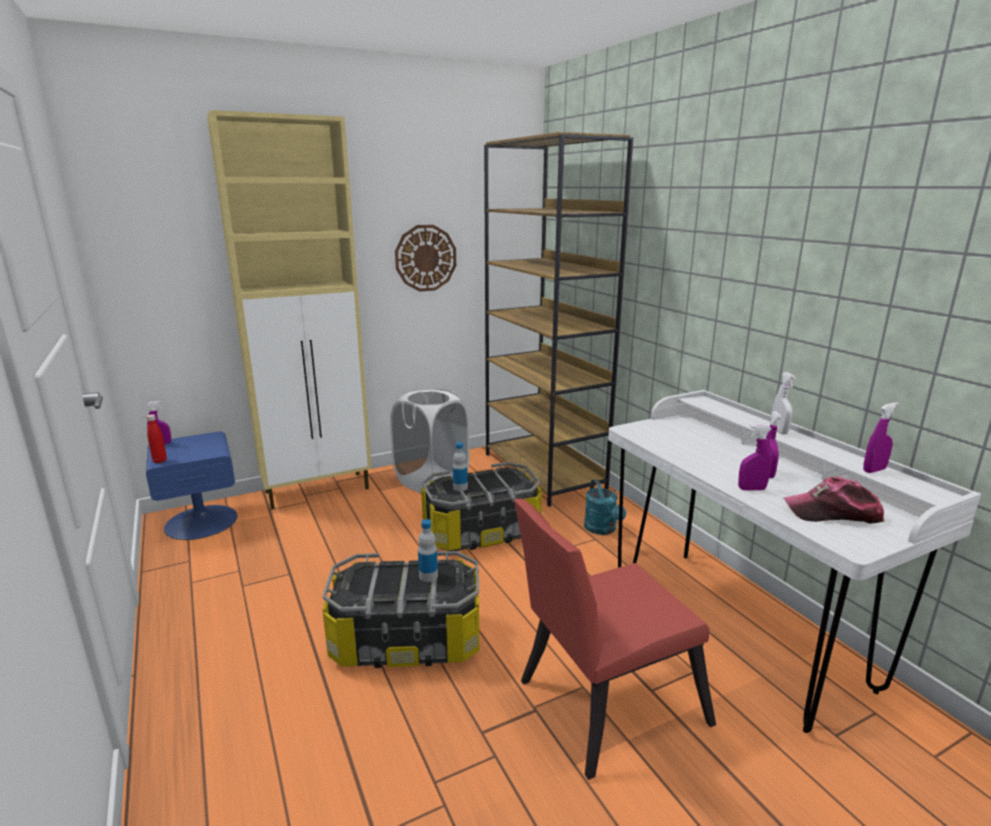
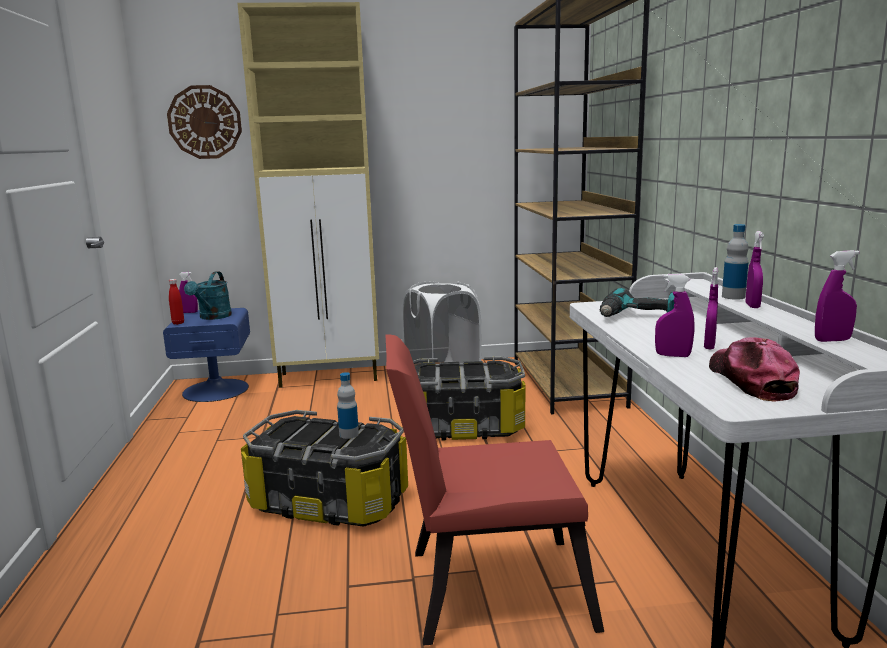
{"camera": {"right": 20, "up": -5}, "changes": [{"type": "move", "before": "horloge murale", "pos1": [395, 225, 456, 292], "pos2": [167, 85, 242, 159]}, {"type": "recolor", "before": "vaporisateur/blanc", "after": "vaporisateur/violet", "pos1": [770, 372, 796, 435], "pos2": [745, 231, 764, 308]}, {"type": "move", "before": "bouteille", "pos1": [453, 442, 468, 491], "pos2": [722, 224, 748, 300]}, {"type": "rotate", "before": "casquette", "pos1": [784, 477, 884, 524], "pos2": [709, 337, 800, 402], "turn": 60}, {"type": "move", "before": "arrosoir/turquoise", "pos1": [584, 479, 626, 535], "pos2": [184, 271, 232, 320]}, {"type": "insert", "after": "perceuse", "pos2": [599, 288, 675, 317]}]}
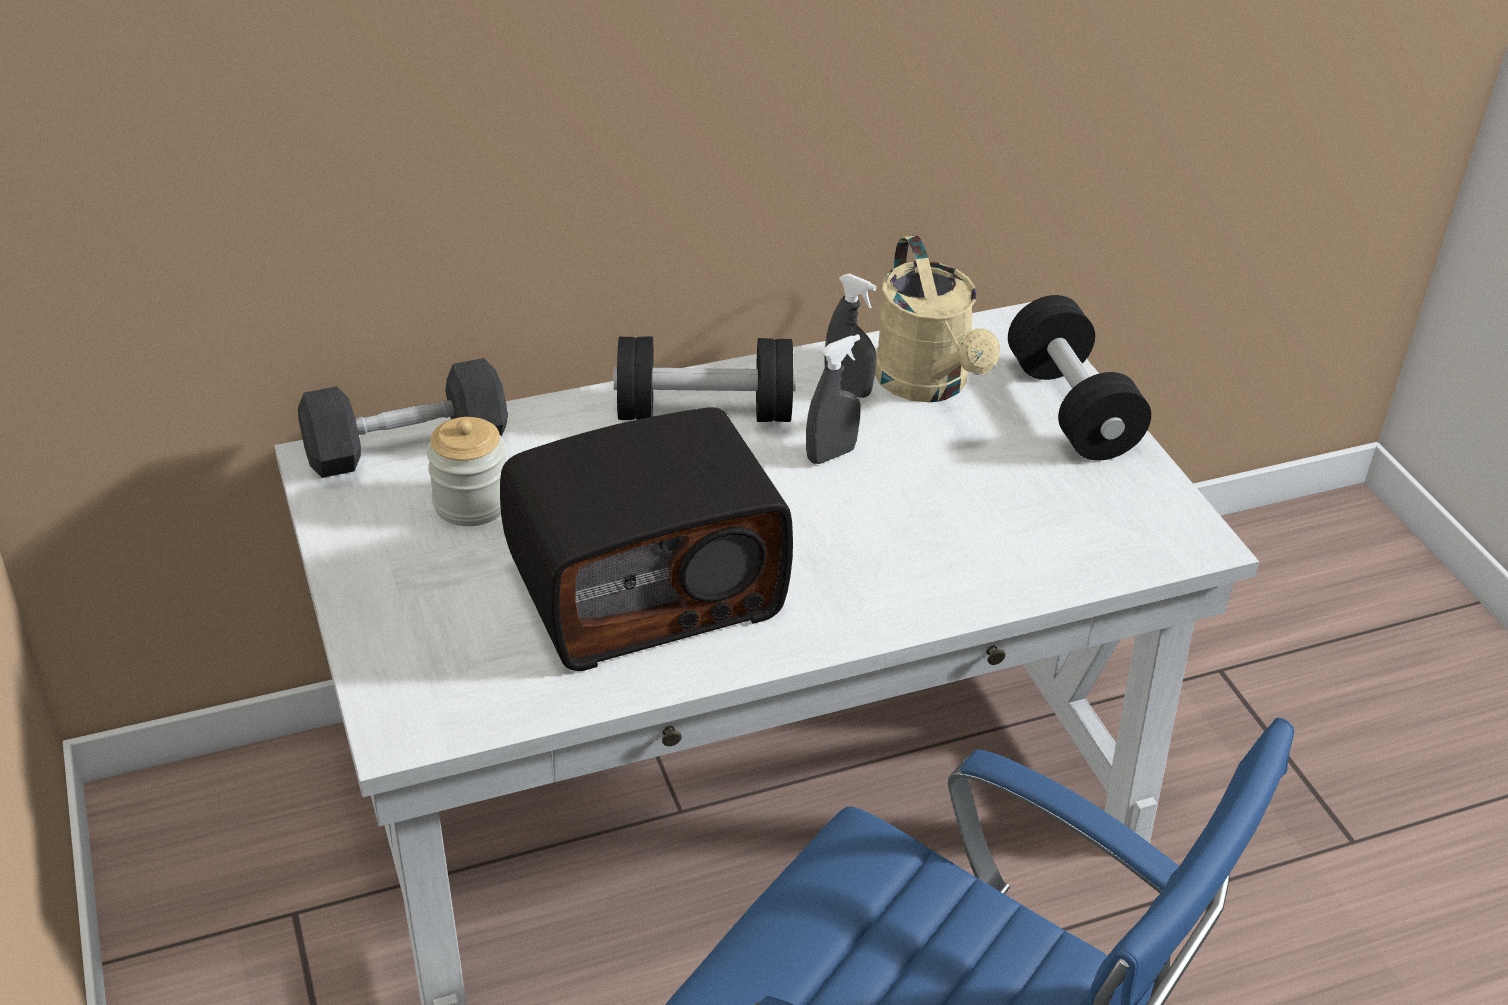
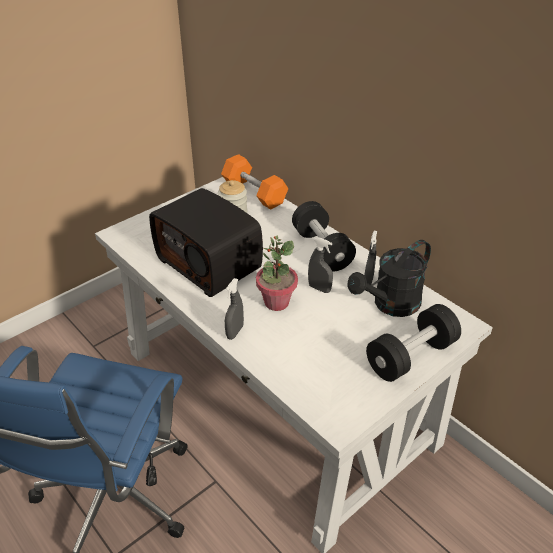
{"camera": {"right": 70, "up": 0}, "changes": [{"type": "recolor", "before": "arrosoir/beige", "after": "arrosoir/noir", "pos1": [875, 235, 1000, 402], "pos2": [347, 240, 431, 317]}, {"type": "recolor", "before": "haltère/gris", "after": "haltère/orange", "pos1": [298, 358, 508, 478], "pos2": [221, 154, 288, 210]}, {"type": "insert", "after": "plante en pot", "pos2": [256, 235, 298, 311]}, {"type": "insert", "after": "vaporisateur/gris", "pos2": [225, 278, 244, 340]}]}
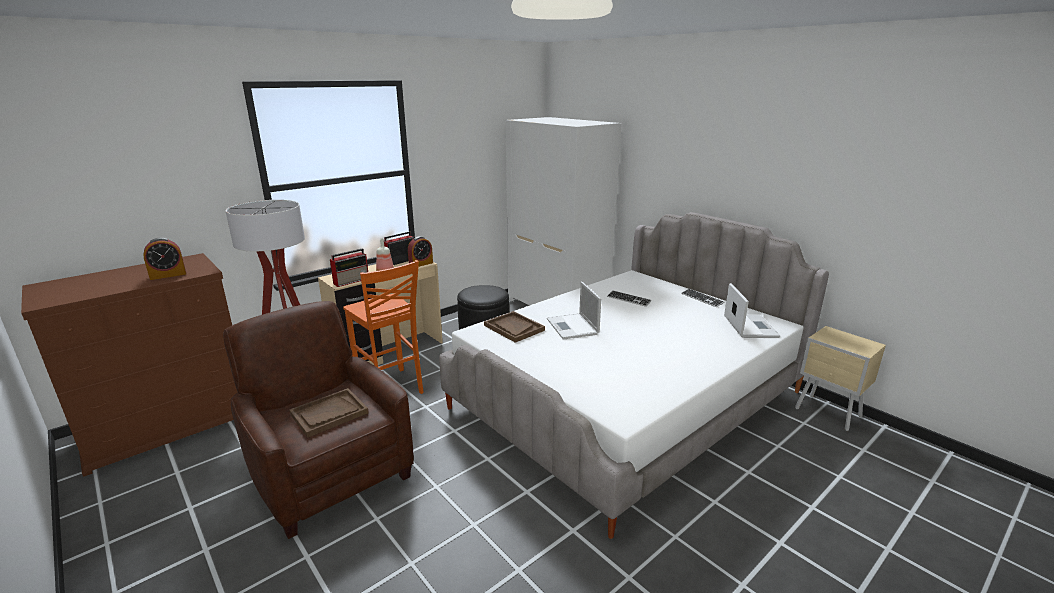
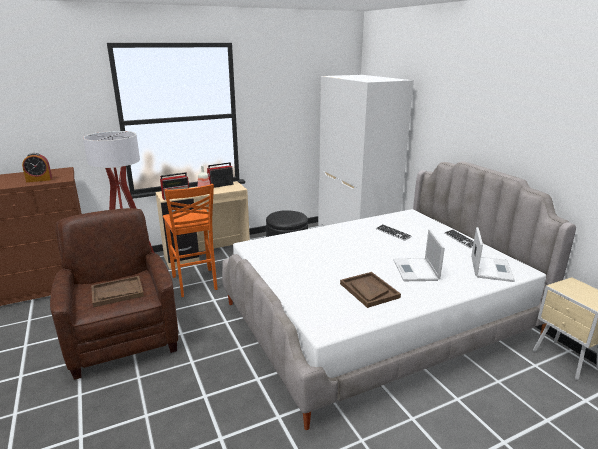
{"camera": {"right": 15, "up": 0}, "changes": [{"type": "delete", "before": "réveil", "pos1": [408, 236, 433, 267]}, {"type": "move", "before": "ordinateur portable", "pos1": [547, 282, 601, 340], "pos2": [393, 229, 445, 281]}, {"type": "move", "before": "plateau/marron", "pos1": [484, 311, 545, 343], "pos2": [340, 272, 401, 308]}]}
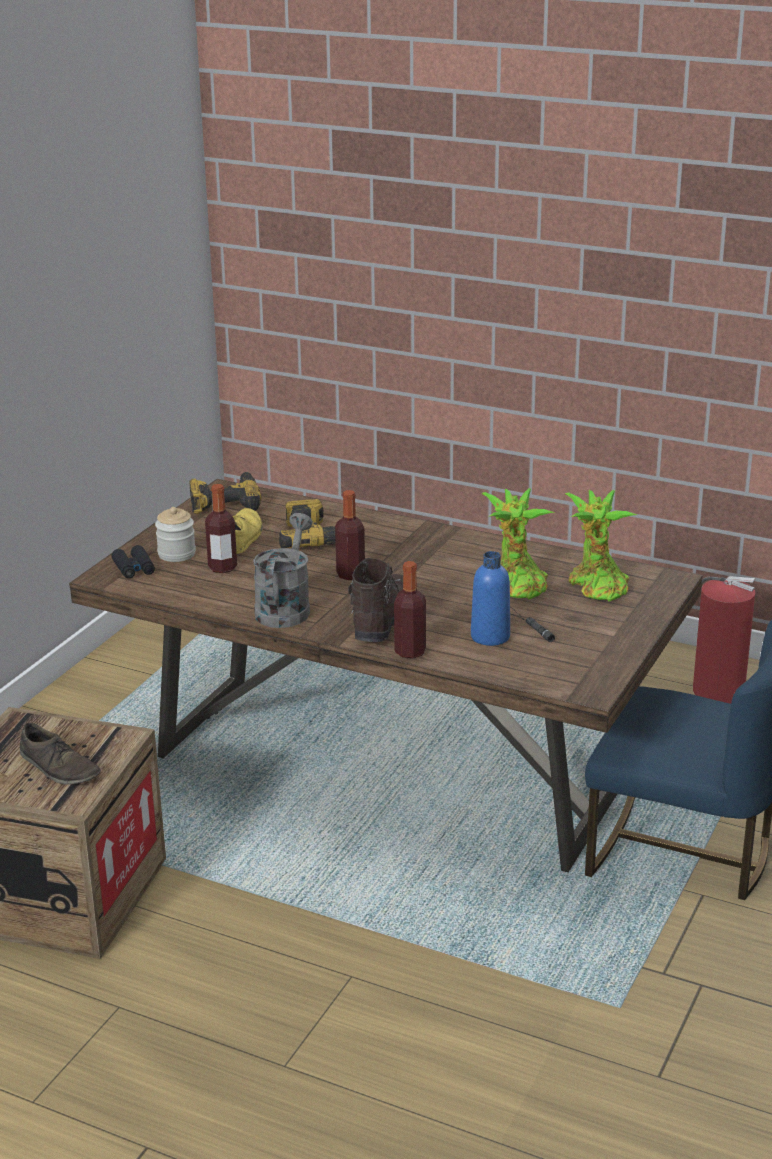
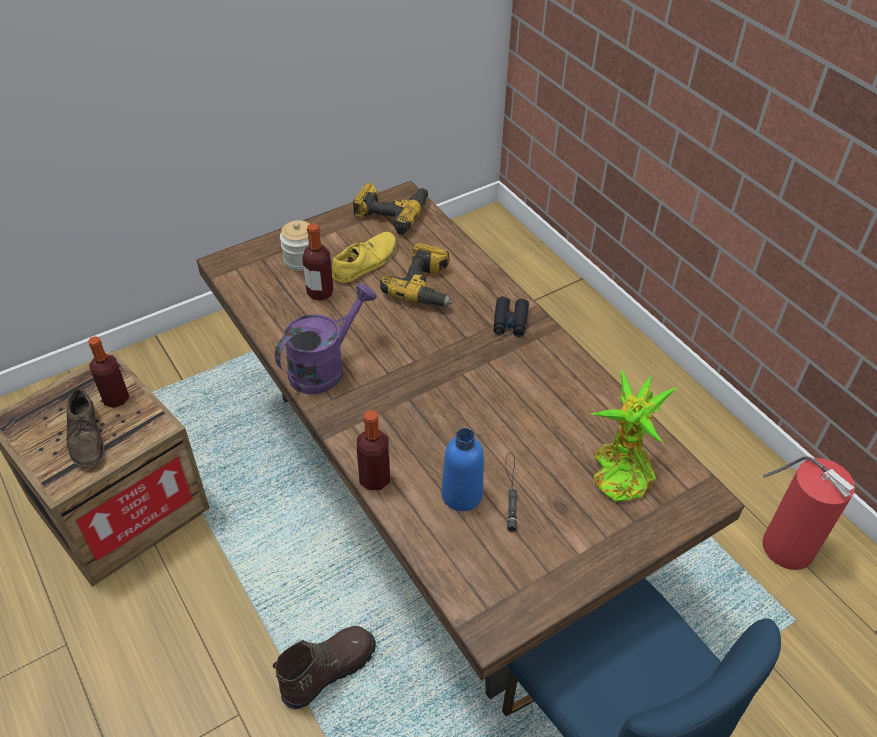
{"camera": {"right": 30, "up": 20}, "changes": [{"type": "delete", "before": "plante en pot", "pos1": [481, 488, 554, 600]}, {"type": "move", "before": "bouteille", "pos1": [335, 490, 365, 580], "pos2": [88, 336, 130, 408]}, {"type": "recolor", "before": "arrosoir/gris", "after": "arrosoir/violet", "pos1": [253, 513, 313, 628], "pos2": [275, 283, 377, 394]}, {"type": "move", "before": "jumelles/noir", "pos1": [111, 545, 155, 579], "pos2": [494, 297, 529, 337]}, {"type": "move", "before": "botte/marron", "pos1": [348, 558, 403, 642], "pos2": [273, 626, 376, 709]}]}
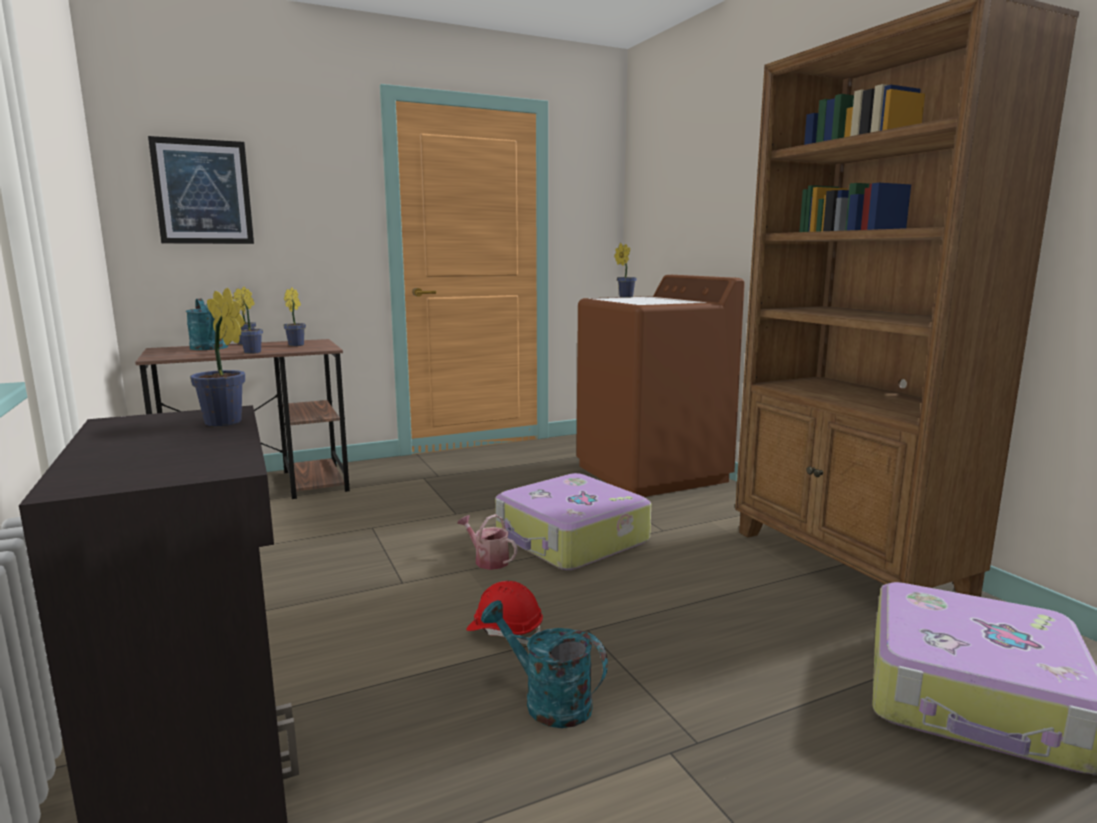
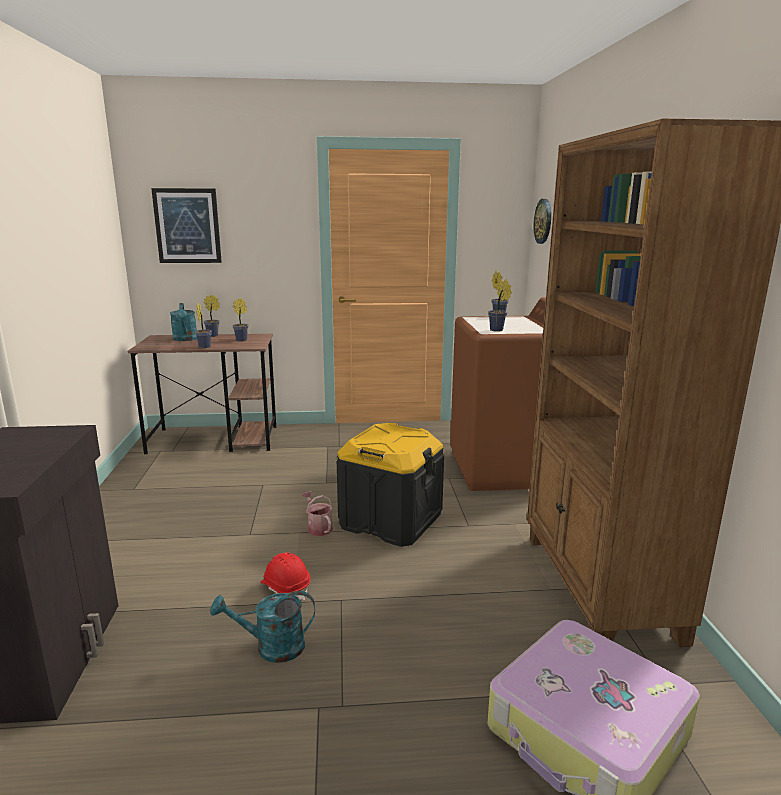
{"camera": {"right": 20, "up": 5}, "changes": [{"type": "move", "before": "plante en pot", "pos1": [190, 288, 245, 426], "pos2": [488, 279, 512, 332]}, {"type": "replace", "before": "valise", "after": "boîte de rangement/noir", "pos1": [495, 473, 651, 570], "pos2": [337, 423, 444, 547]}, {"type": "rotate", "before": "arrosoir/turquoise", "pos1": [481, 600, 608, 728], "pos2": [210, 591, 315, 663], "turn": -60}, {"type": "insert", "after": "horloge murale", "pos2": [534, 199, 551, 244]}]}
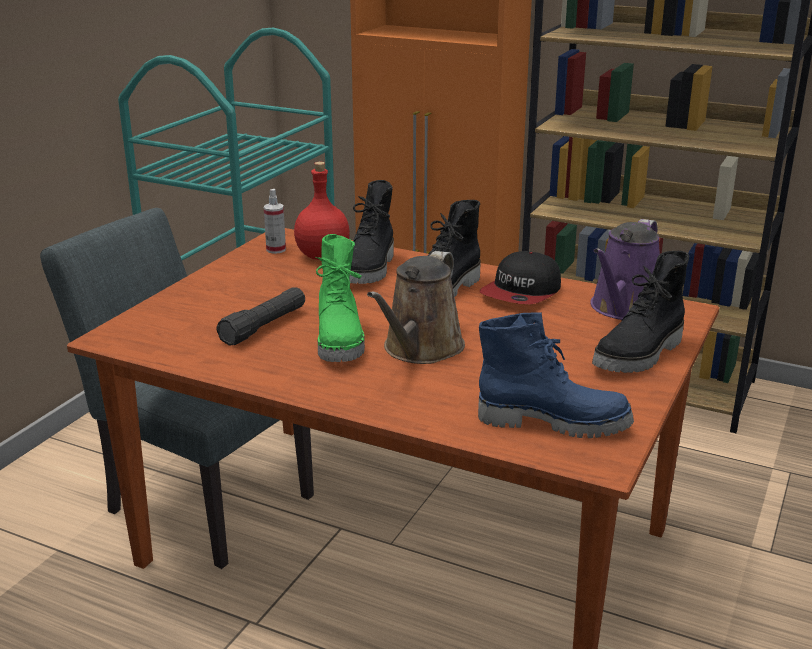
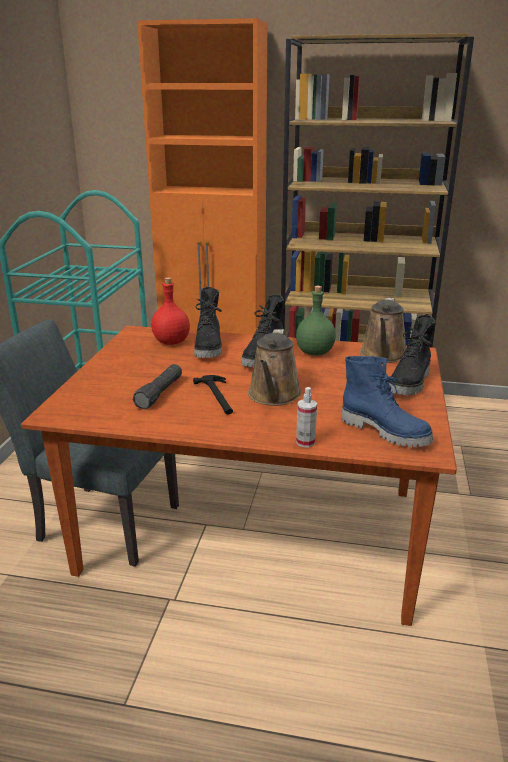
{"camera": {"right": -15, "up": 0}, "changes": [{"type": "move", "before": "vaporisateur", "pos1": [264, 189, 286, 254], "pos2": [296, 387, 317, 447]}, {"type": "recolor", "before": "arrosoir/violet", "after": "arrosoir/marron", "pos1": [590, 219, 660, 320], "pos2": [360, 298, 406, 363]}, {"type": "replace", "before": "botte/vert", "after": "marteau", "pos1": [316, 234, 365, 362], "pos2": [193, 375, 233, 415]}, {"type": "replace", "before": "casquette", "after": "bouteille/vert", "pos1": [480, 251, 561, 304], "pos2": [296, 286, 336, 356]}, {"type": "rotate", "before": "botte/bleu", "pos1": [478, 312, 634, 438], "pos2": [342, 356, 433, 447], "turn": 45}]}
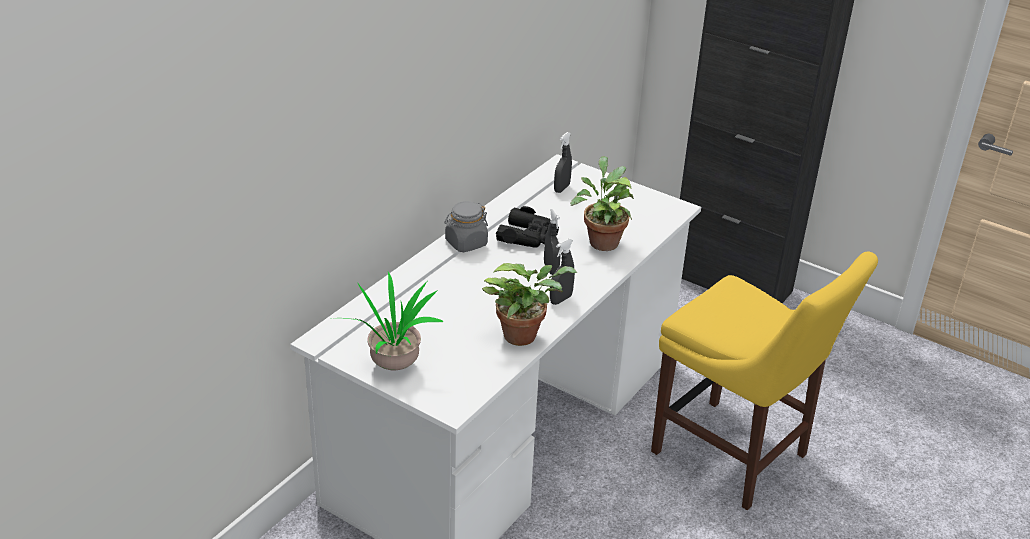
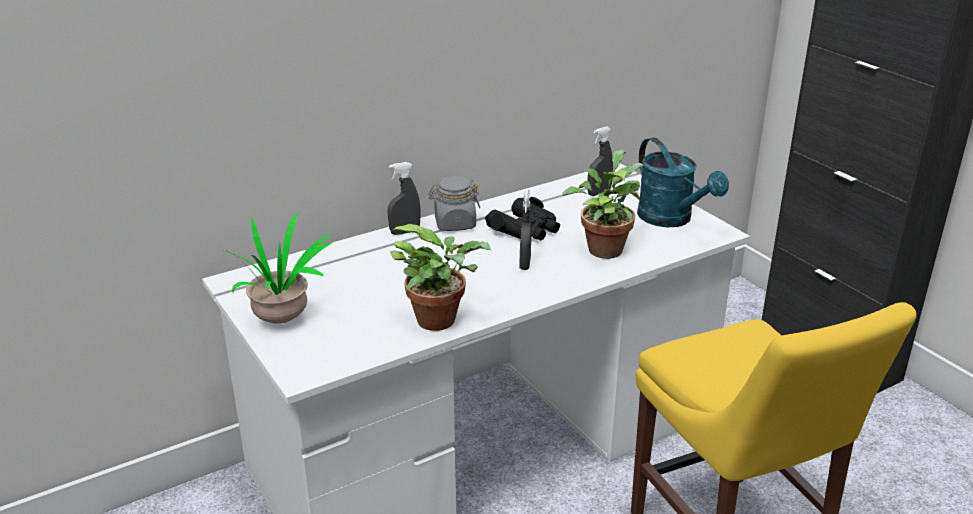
{"camera": {"right": 25, "up": -5}, "changes": [{"type": "move", "before": "vaporisateur/gris", "pos1": [550, 238, 575, 305], "pos2": [388, 162, 420, 235]}, {"type": "insert", "after": "arrosoir/turquoise", "pos2": [637, 137, 729, 227]}]}
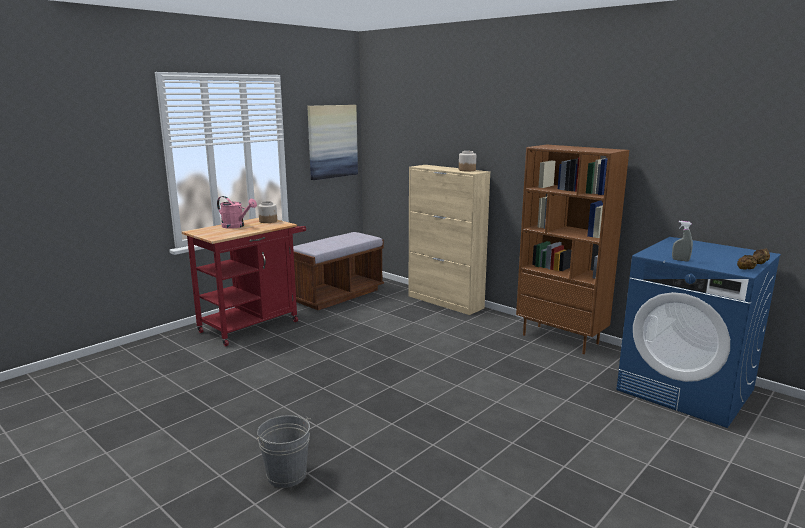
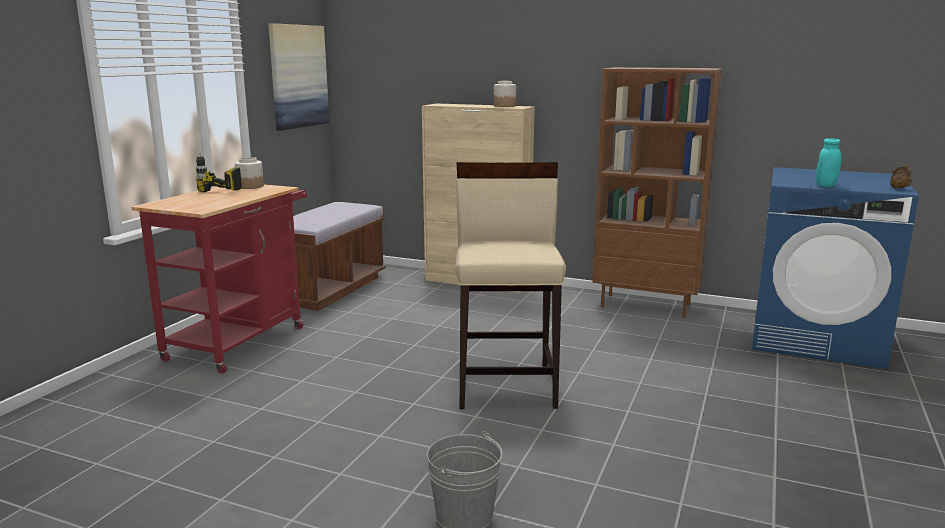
{"camera": {"right": -20, "up": 0}, "changes": [{"type": "replace", "before": "arrosoir/rose", "after": "perceuse", "pos1": [217, 196, 257, 229], "pos2": [196, 153, 242, 192]}, {"type": "replace", "before": "vaporisateur/gris", "after": "bocal/turquoise", "pos1": [672, 221, 693, 261], "pos2": [816, 138, 842, 187]}, {"type": "insert", "after": "tabouret/beige", "pos2": [455, 162, 566, 409]}]}
